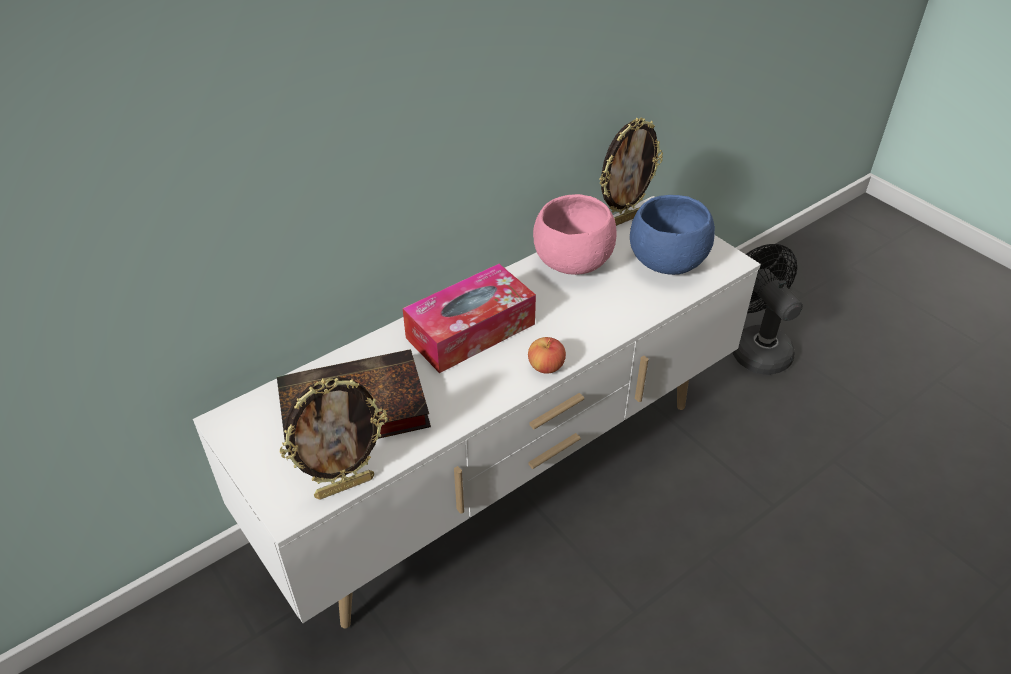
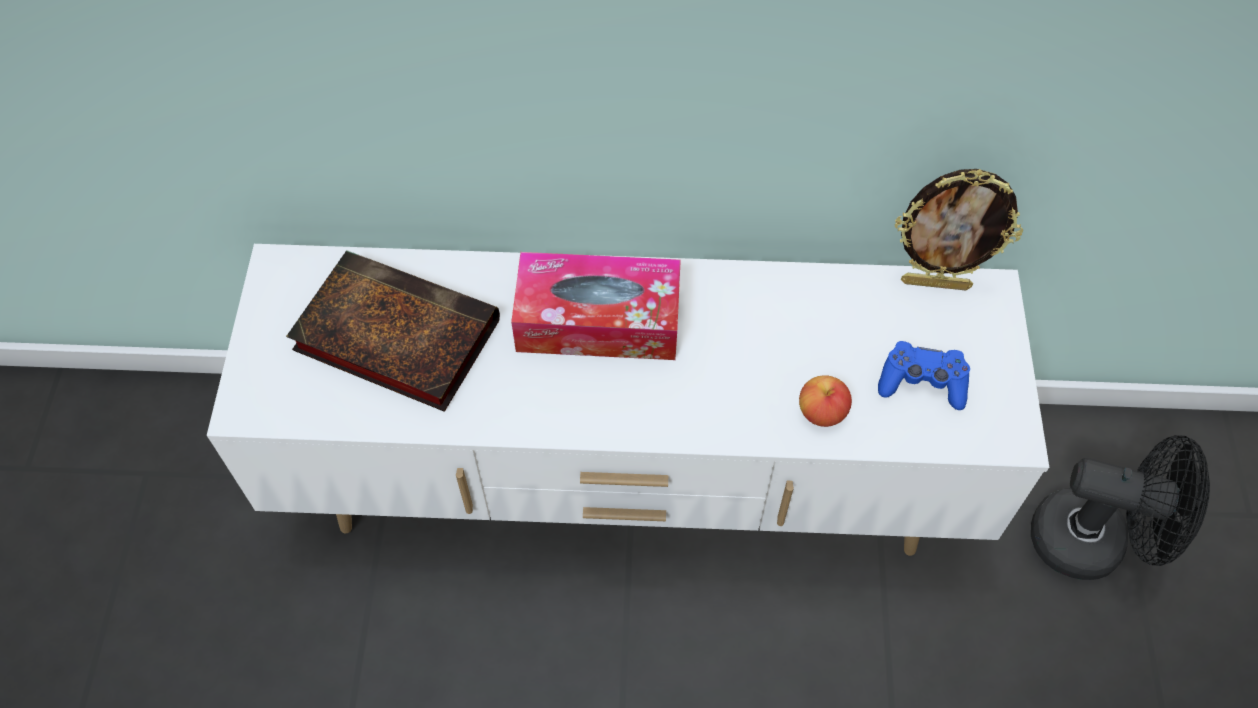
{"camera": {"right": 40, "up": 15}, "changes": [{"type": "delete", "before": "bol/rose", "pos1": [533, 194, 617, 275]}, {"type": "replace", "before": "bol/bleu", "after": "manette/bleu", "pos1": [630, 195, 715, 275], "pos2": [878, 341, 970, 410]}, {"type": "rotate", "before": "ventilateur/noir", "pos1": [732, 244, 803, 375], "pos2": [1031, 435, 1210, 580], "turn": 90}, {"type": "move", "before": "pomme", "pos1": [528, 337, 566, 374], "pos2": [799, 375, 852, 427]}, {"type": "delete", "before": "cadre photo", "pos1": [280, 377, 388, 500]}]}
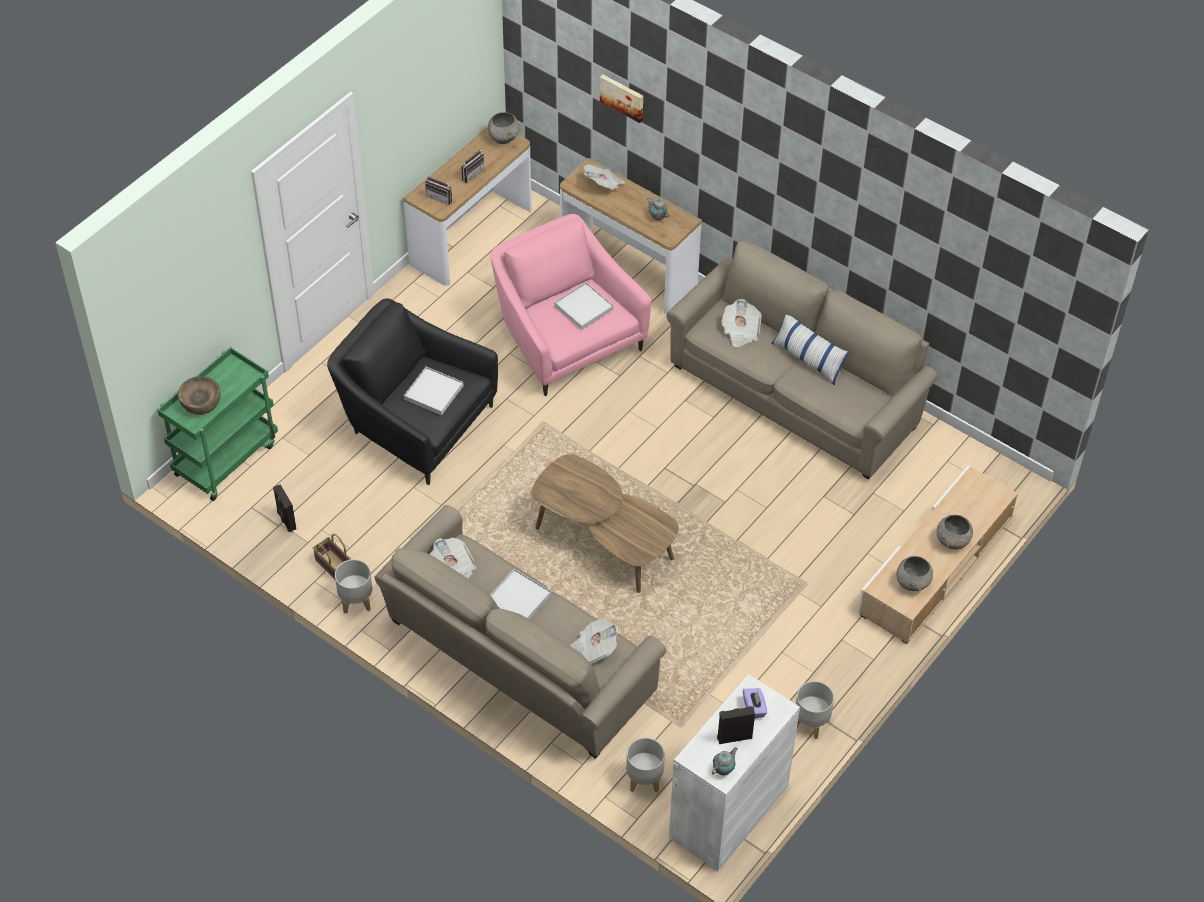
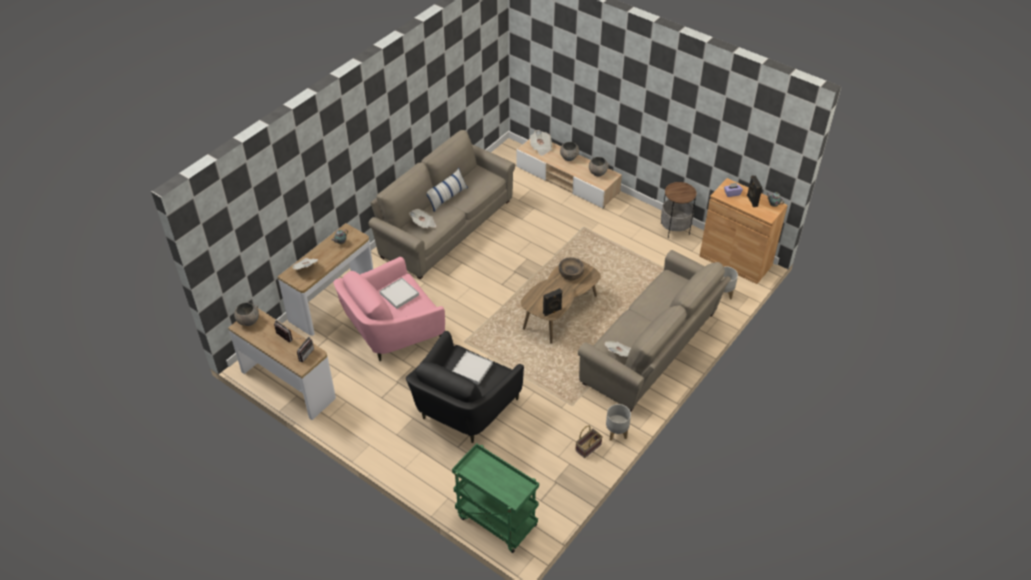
{"camera": {"right": -90, "up": -5}, "changes": [{"type": "delete", "before": "tableau", "pos1": [600, 75, 643, 123]}, {"type": "move", "before": "bol/marron", "pos1": [178, 376, 221, 415], "pos2": [559, 257, 584, 280]}, {"type": "move", "before": "enceinte/noir", "pos1": [273, 484, 296, 532], "pos2": [543, 288, 562, 316]}, {"type": "delete", "before": "plateau/blanc", "pos1": [490, 569, 551, 619]}, {"type": "move", "before": "journal", "pos1": [570, 618, 619, 664], "pos2": [530, 130, 552, 156]}, {"type": "recolor", "before": "meuble de rangement/blanc", "after": "meuble de rangement/marron", "pos1": [669, 674, 800, 871], "pos2": [700, 178, 788, 284]}, {"type": "replace", "before": "cache-pot/gris", "after": "table d'appoint", "pos1": [796, 681, 834, 739], "pos2": [661, 182, 697, 238]}]}
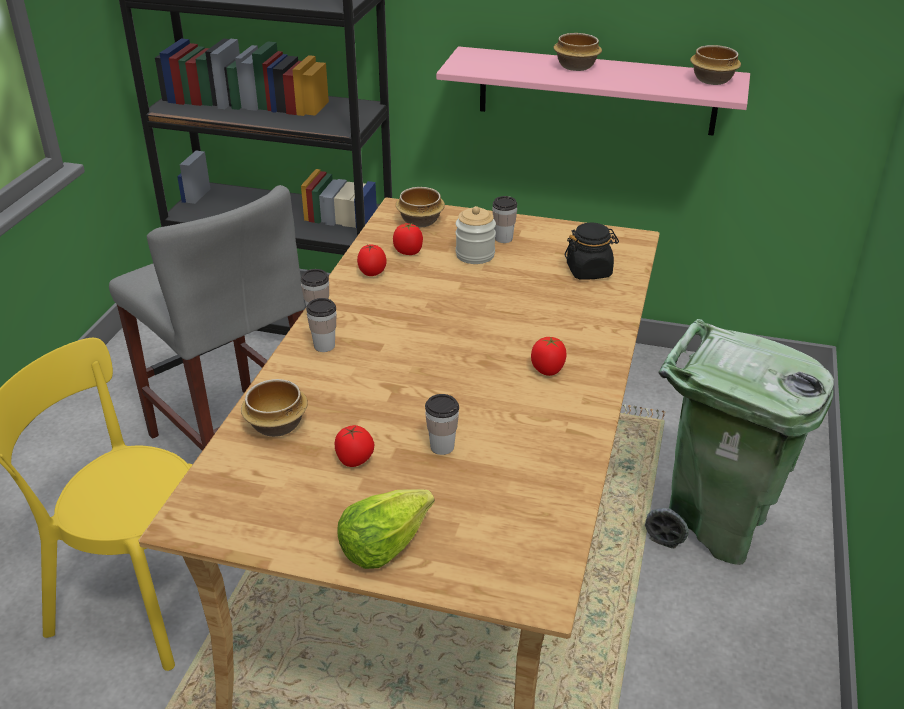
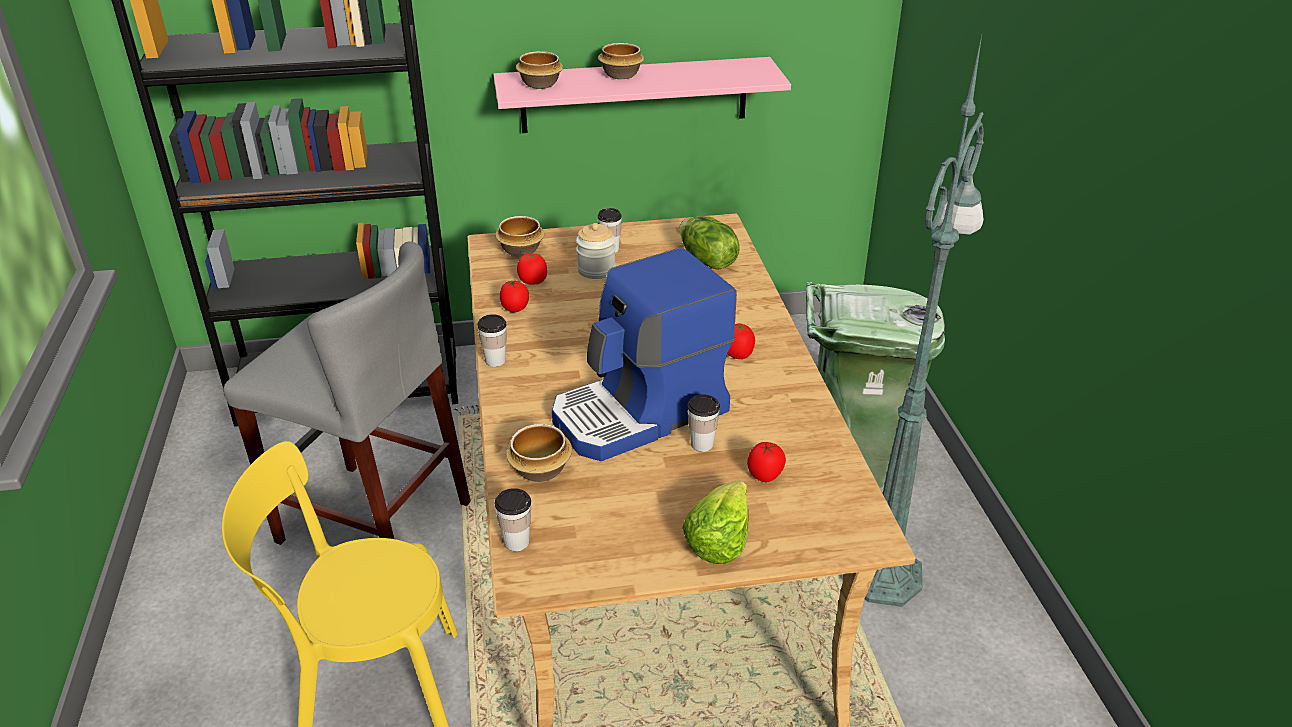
{"camera": {"right": -25, "up": 0}, "changes": [{"type": "move", "before": "bol", "pos1": [690, 45, 741, 85], "pos2": [516, 51, 563, 89]}, {"type": "replace", "before": "bocal/noir", "after": "laitue", "pos1": [565, 222, 619, 280], "pos2": [679, 216, 740, 270]}, {"type": "move", "before": "tasse", "pos1": [306, 298, 336, 352], "pos2": [495, 488, 531, 551]}, {"type": "move", "before": "tomate", "pos1": [335, 425, 374, 467], "pos2": [747, 442, 786, 482]}, {"type": "insert", "after": "lampadaire/vert", "pos2": [843, 35, 984, 607]}, {"type": "insert", "after": "machine à café", "pos2": [552, 248, 737, 461]}]}
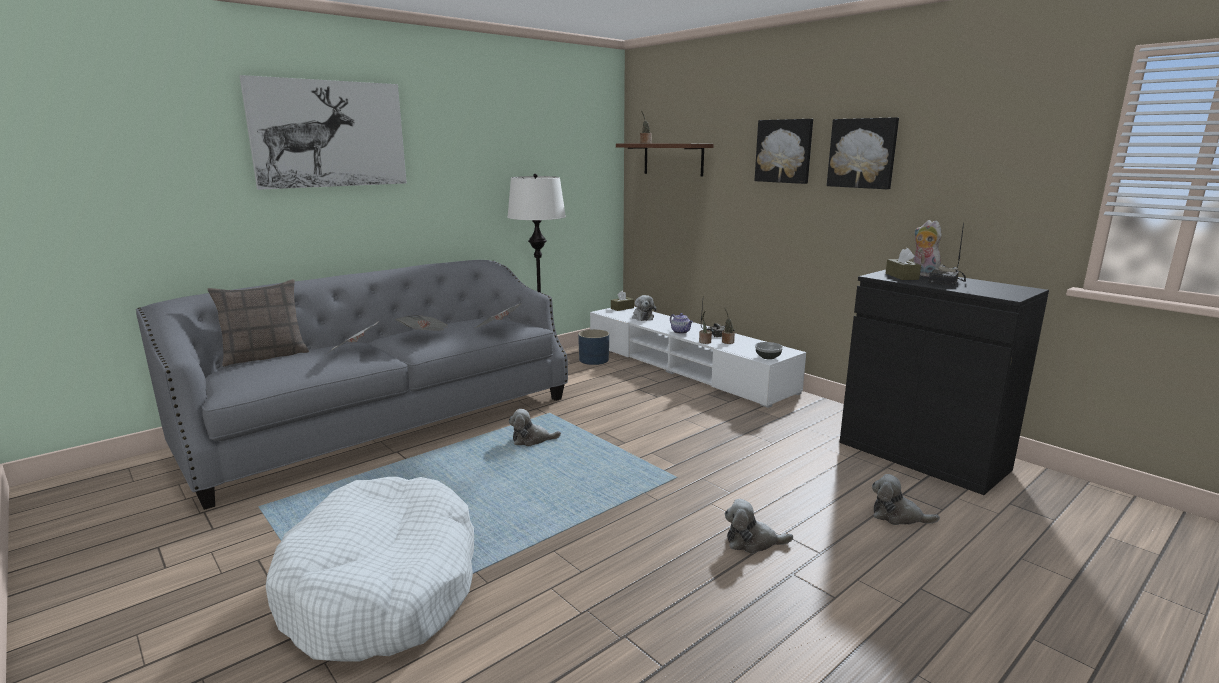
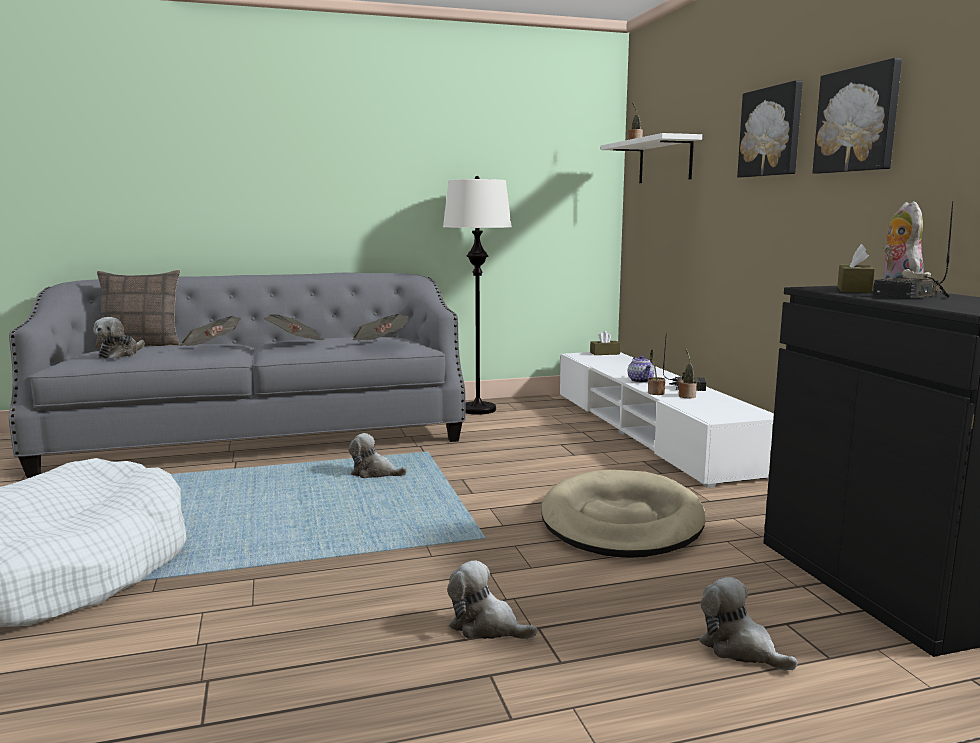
{"camera": {"right": 25, "up": -5}, "changes": [{"type": "delete", "before": "tableau", "pos1": [240, 75, 407, 190]}, {"type": "recolor", "before": "étagère/marron", "after": "étagère/blanc", "pos1": [616, 144, 714, 177], "pos2": [600, 133, 702, 183]}, {"type": "move", "before": "peluche", "pos1": [632, 295, 656, 321], "pos2": [93, 317, 145, 359]}, {"type": "delete", "before": "cache-pot/bleu", "pos1": [578, 329, 609, 365]}, {"type": "delete", "before": "bol", "pos1": [755, 342, 783, 360]}, {"type": "insert", "after": "panier pour chien/beige", "pos2": [541, 470, 706, 558]}]}
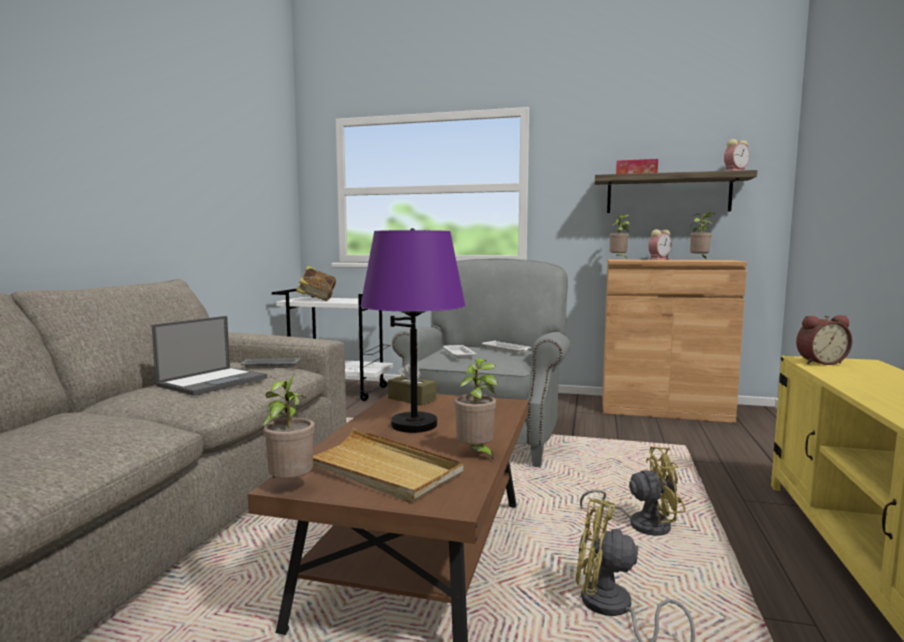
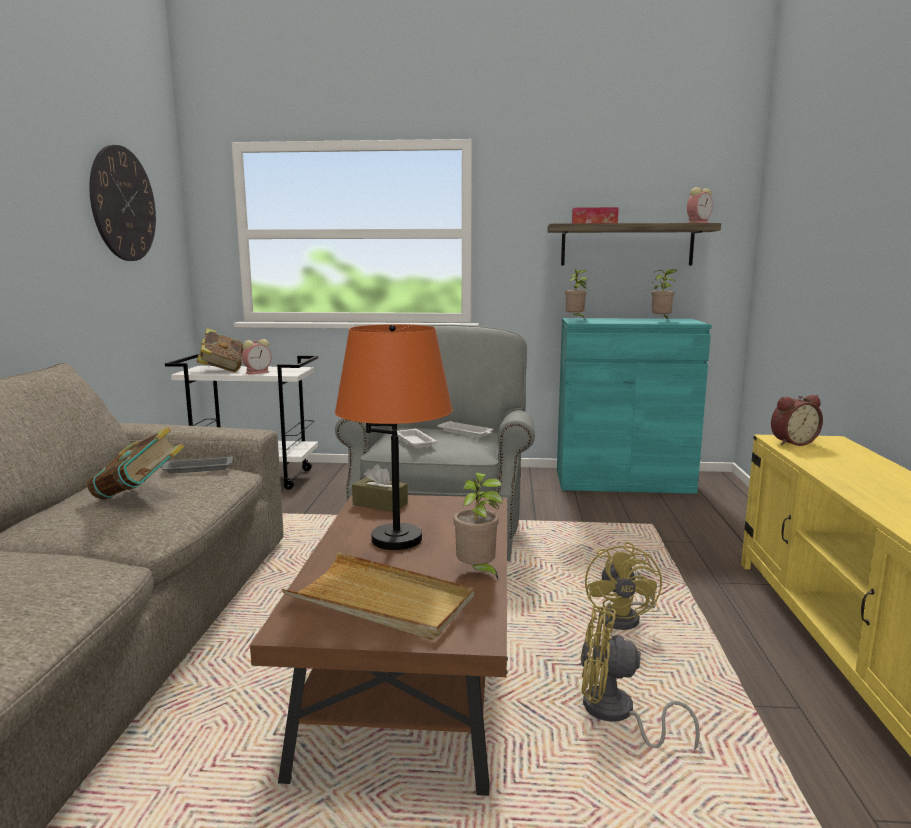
{"camera": {"right": -10, "up": 5}, "changes": [{"type": "recolor", "before": "lampe de table/violet", "after": "lampe de table/orange", "pos1": [360, 228, 465, 433], "pos2": [335, 324, 452, 550]}, {"type": "move", "before": "réveil", "pos1": [648, 229, 672, 260], "pos2": [242, 339, 272, 375]}, {"type": "recolor", "before": "meuble de rangement/marron", "after": "meuble de rangement/turquoise", "pos1": [602, 259, 747, 423], "pos2": [557, 318, 711, 494]}, {"type": "replace", "before": "ordinateur portable", "after": "livre", "pos1": [152, 316, 267, 396], "pos2": [87, 427, 185, 500]}, {"type": "delete", "before": "plante en pot", "pos1": [262, 374, 315, 479]}, {"type": "rotate", "before": "ventilateur/jaune", "pos1": [580, 446, 686, 536], "pos2": [585, 542, 662, 630], "turn": 105}, {"type": "insert", "after": "horloge murale", "pos2": [89, 145, 156, 261]}]}
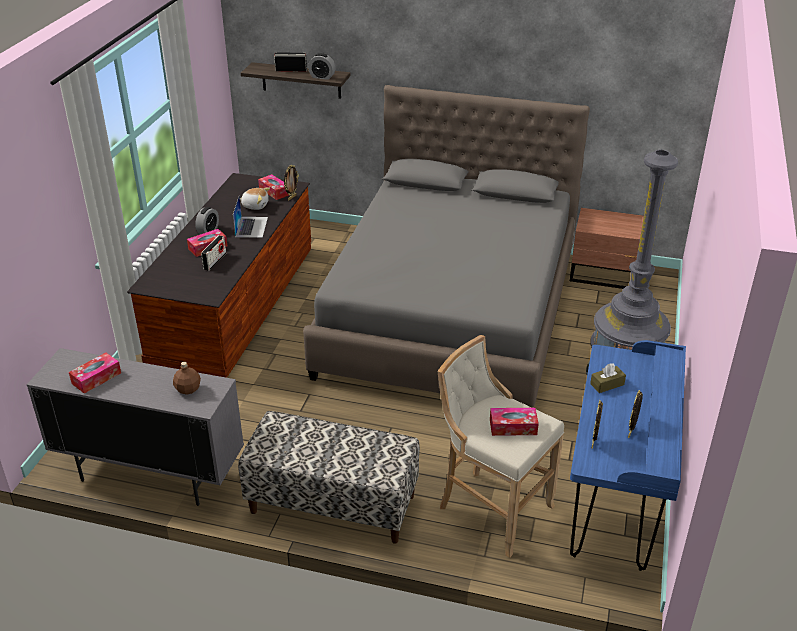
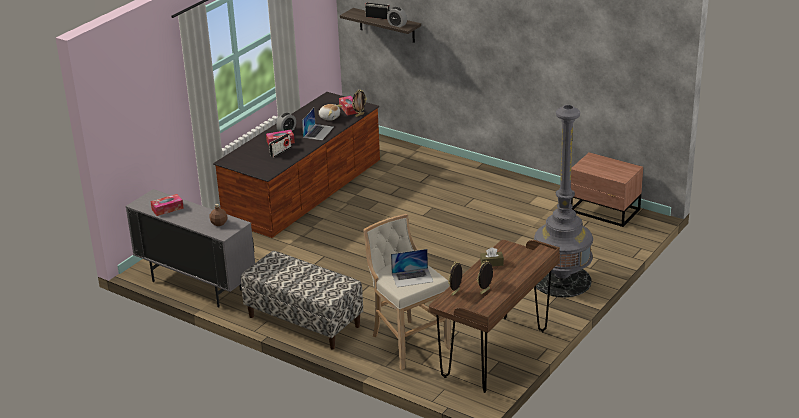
{"camera": {"right": 20, "up": -5}, "changes": [{"type": "delete", "before": "lit/gris", "pos1": [303, 85, 590, 408]}, {"type": "recolor", "before": "bureau/bleu", "after": "bureau/marron", "pos1": [570, 340, 686, 571], "pos2": [429, 240, 560, 393]}, {"type": "replace", "before": "boîte à mouchoirs", "after": "ordinateur portable", "pos1": [490, 408, 539, 436], "pos2": [391, 249, 433, 287]}]}
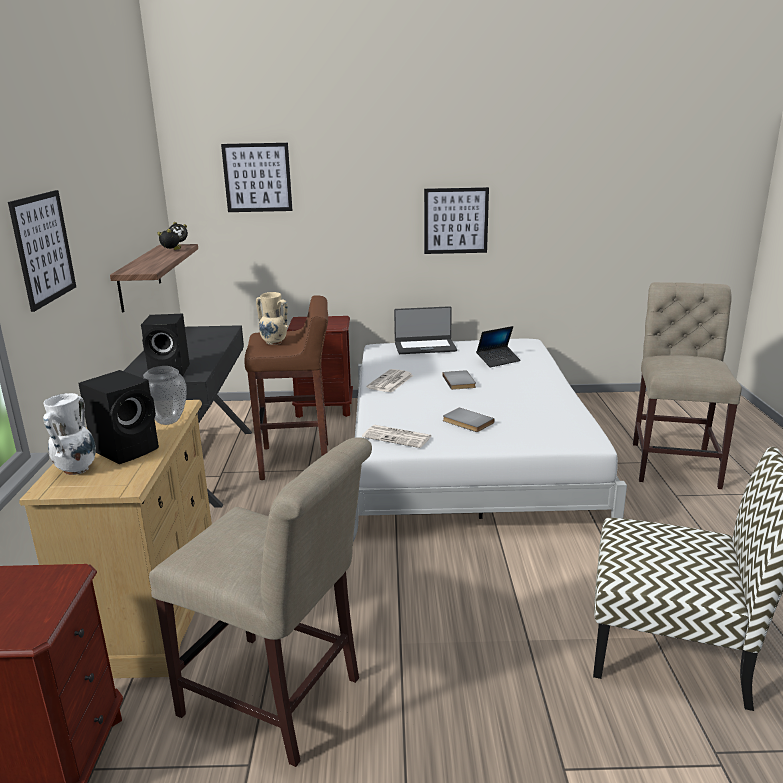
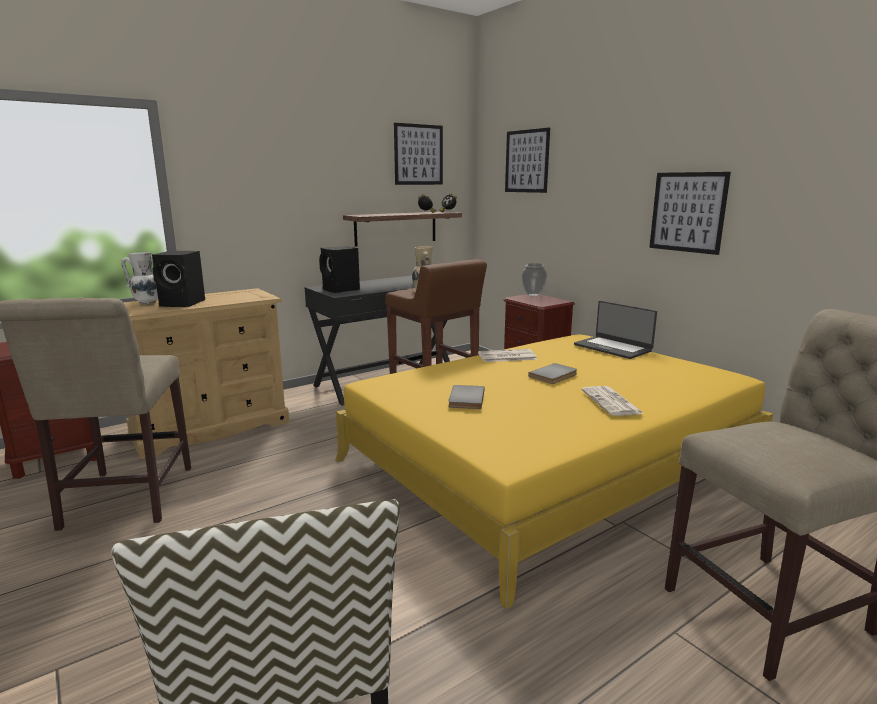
{"camera": {"right": 55, "up": -5}, "changes": [{"type": "move", "before": "tableau", "pos1": [8, 190, 76, 312], "pos2": [394, 123, 443, 185]}, {"type": "delete", "before": "ordinateur portable", "pos1": [476, 326, 521, 367]}, {"type": "recolor", "before": "lit/blanc", "after": "lit/jaune", "pos1": [353, 339, 627, 542], "pos2": [335, 334, 773, 610]}, {"type": "move", "before": "vase", "pos1": [143, 366, 187, 425], "pos2": [522, 263, 547, 297]}, {"type": "move", "before": "journal", "pos1": [362, 425, 432, 448], "pos2": [581, 386, 644, 416]}]}
